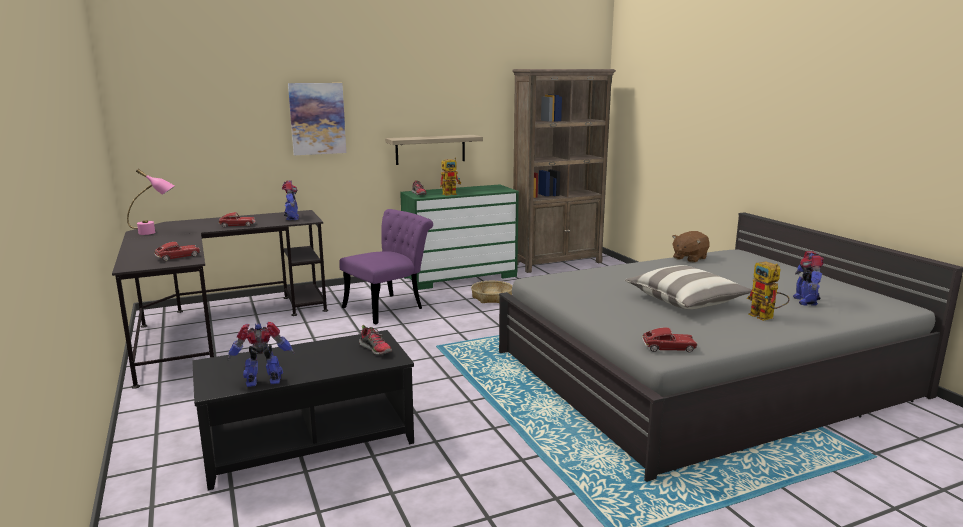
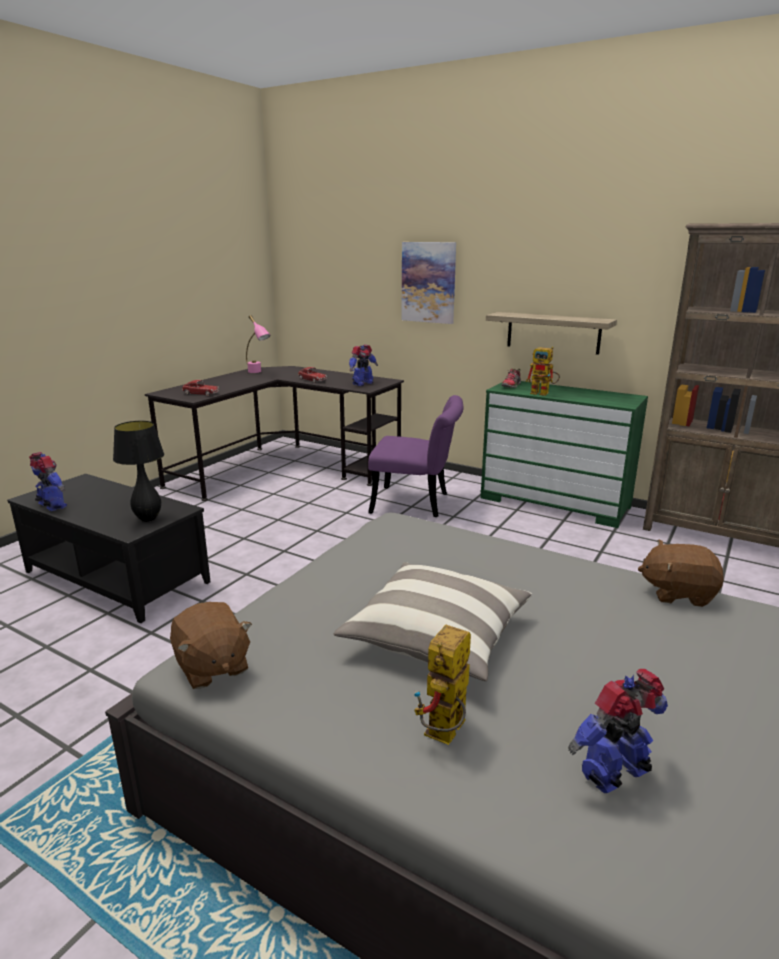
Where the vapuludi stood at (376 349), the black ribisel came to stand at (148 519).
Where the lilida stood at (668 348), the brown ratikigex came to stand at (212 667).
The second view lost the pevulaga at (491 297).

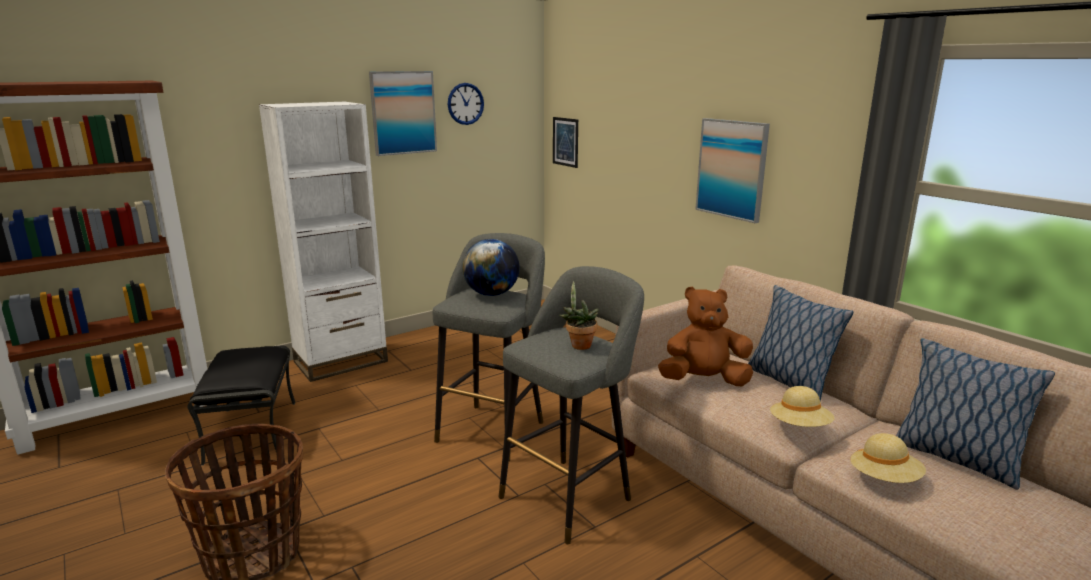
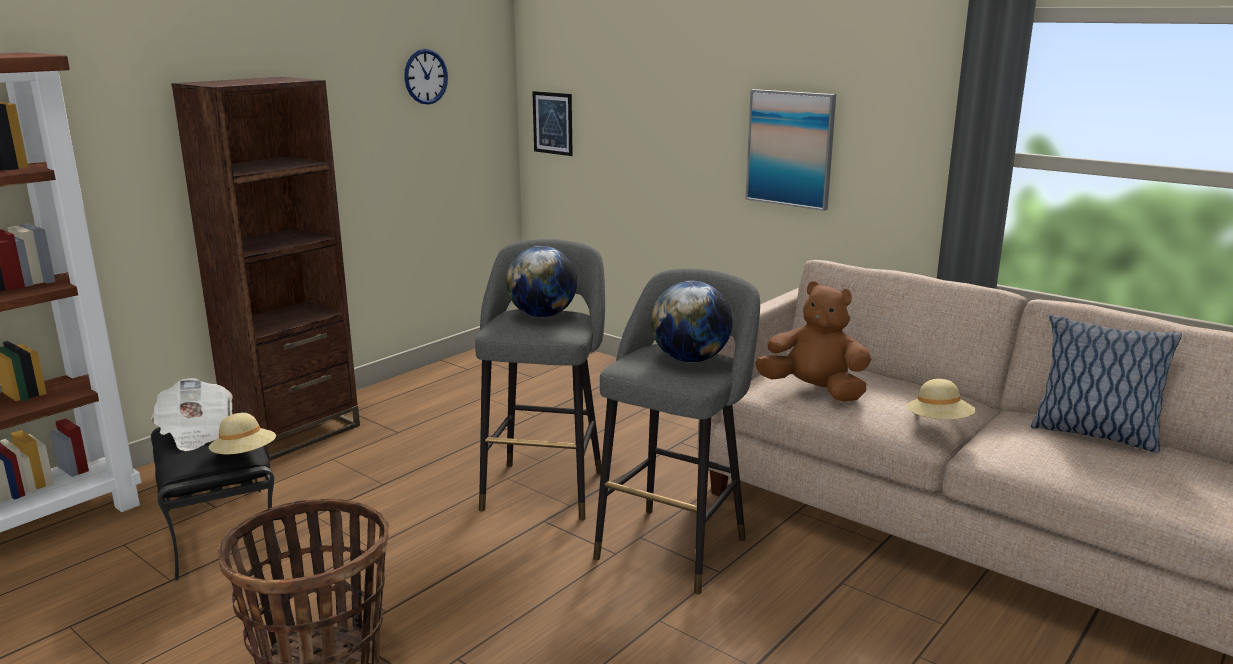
The second view gained the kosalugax at (196 433).
What was the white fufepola at (341 362) turned into the brown fufepola at (294 433).
The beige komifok ended up elsewhere, having gone from (884 478) to (245 455).
Where the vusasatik stood at (579 345), the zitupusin came to stand at (690 359).
The brown ratikigex at (703 381) ended up facing another way, 45 degrees clockwise from before.
The second view lost the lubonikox at (403 113).
The second view lost the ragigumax at (789 382).

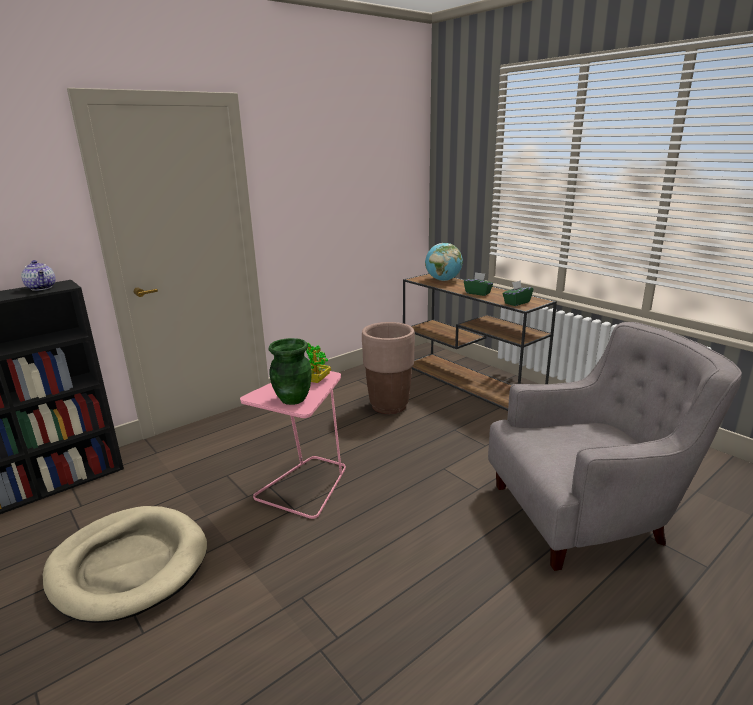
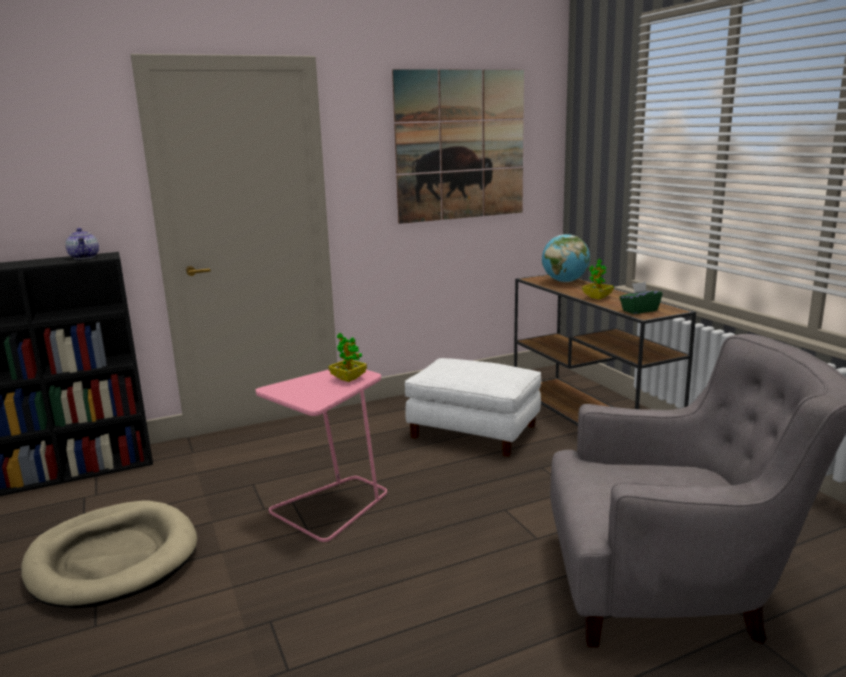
The second view gained the lubonikox at (460 146).
Where the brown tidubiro stood at (389 406), the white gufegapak came to stand at (473 432).
Where the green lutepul stood at (478 293), the vusasatik came to stand at (597 297).
The second view lost the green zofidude at (292 399).

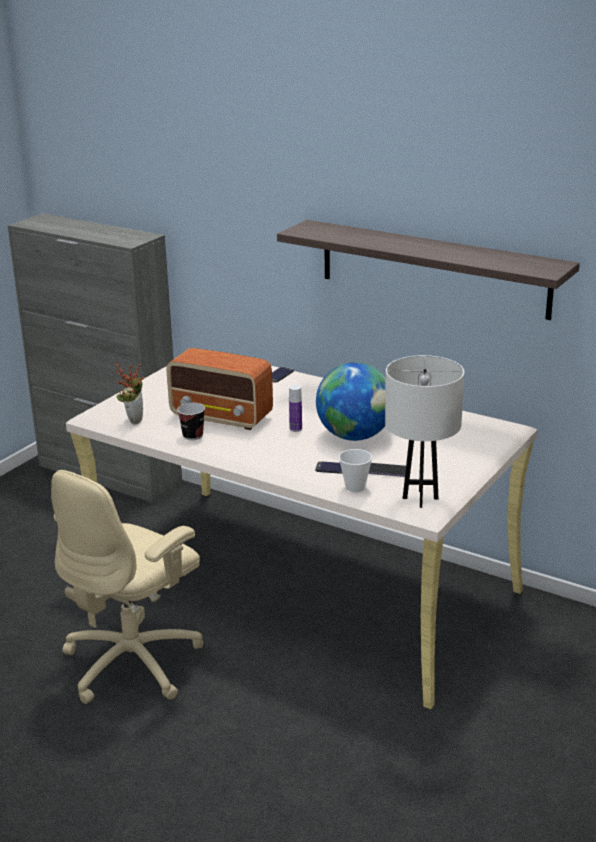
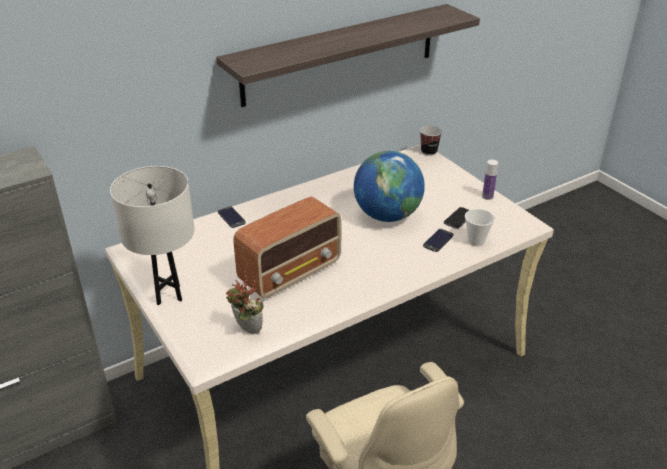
The white ribisel ended up elsewhere, having gone from (420 498) to (168 295).
The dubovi ended up elsewhere, having gone from (193 436) to (429 152).
The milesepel ended up elsewhere, having gone from (295 429) to (487 197).

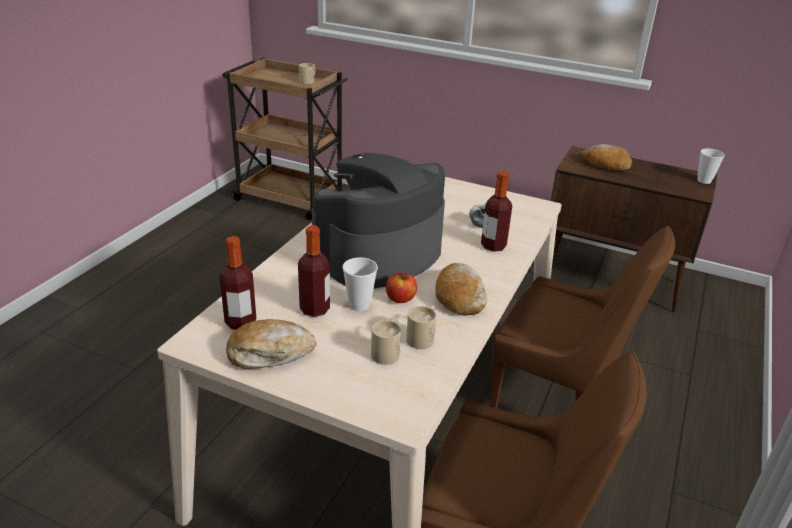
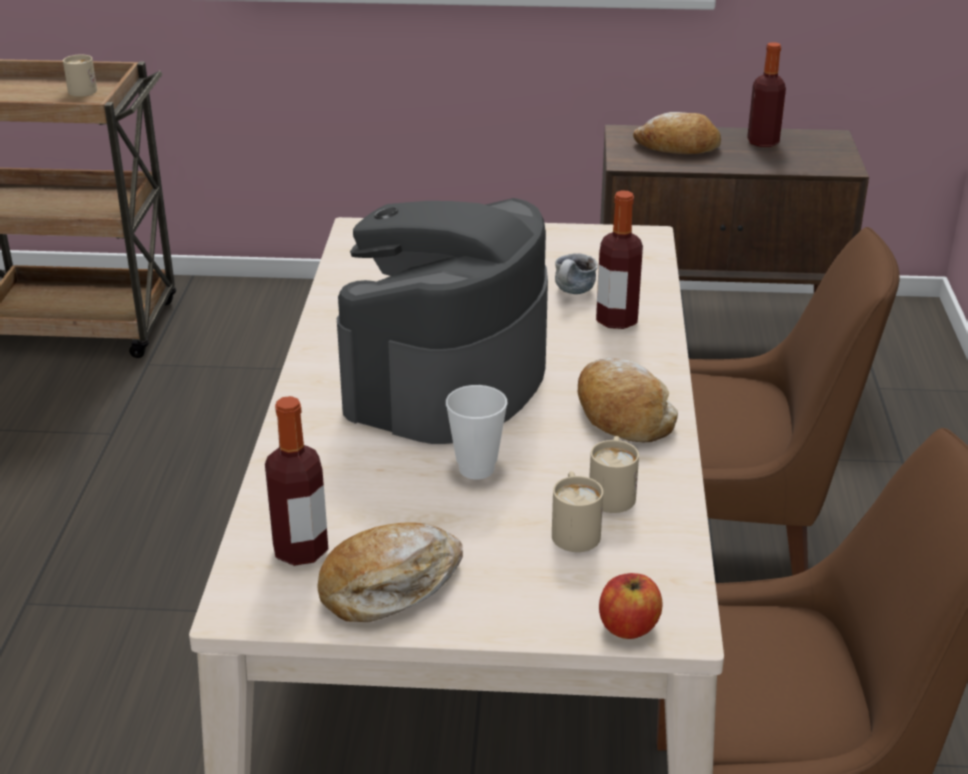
The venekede ended up elsewhere, having gone from (400 298) to (628 626).
The milesepel ended up elsewhere, having gone from (314 309) to (763 142).
The second view lost the dubovi at (704 181).

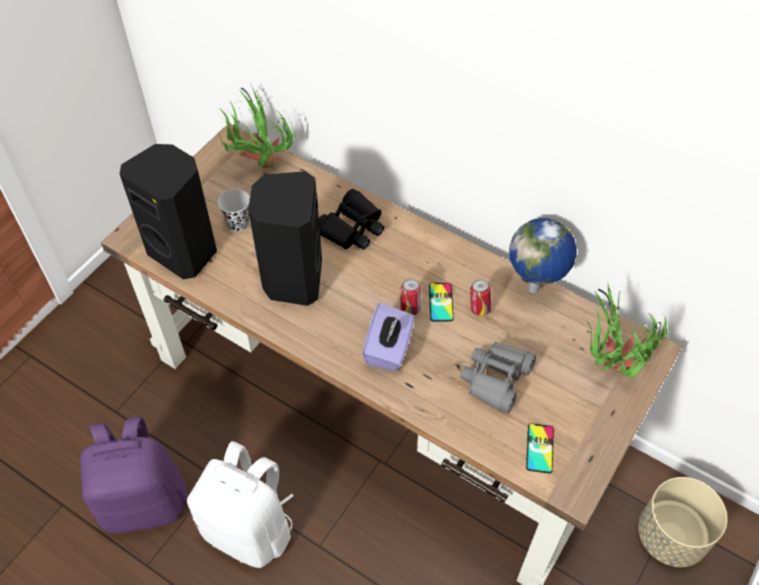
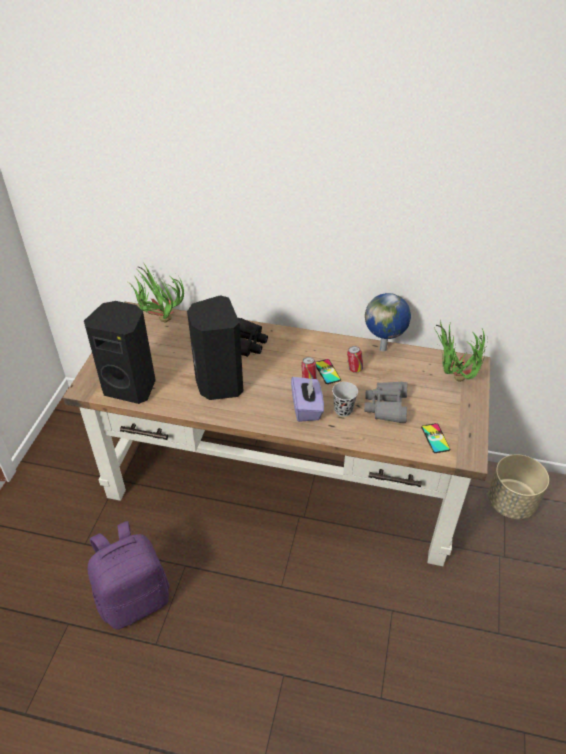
The black dubovi ended up elsewhere, having gone from (238 223) to (343 410).
The second view lost the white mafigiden at (250 529).

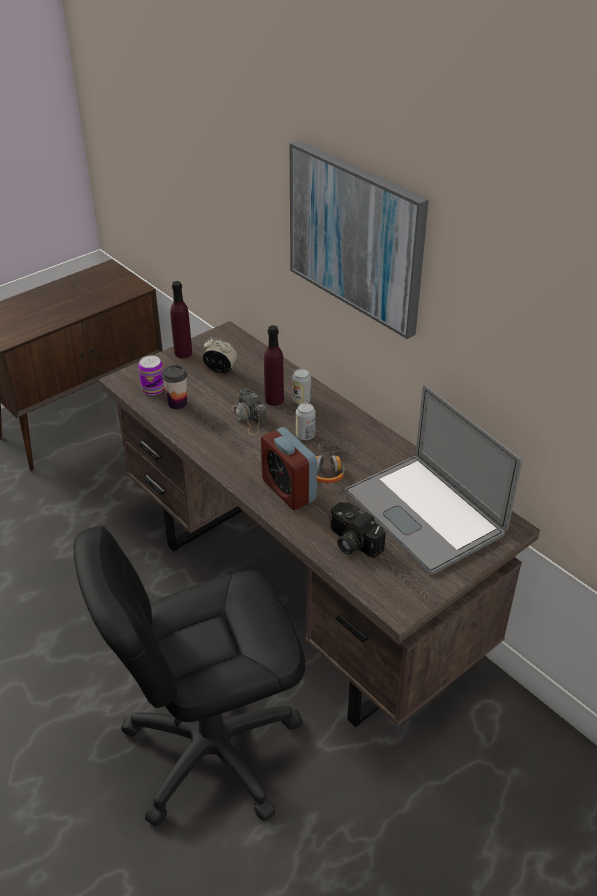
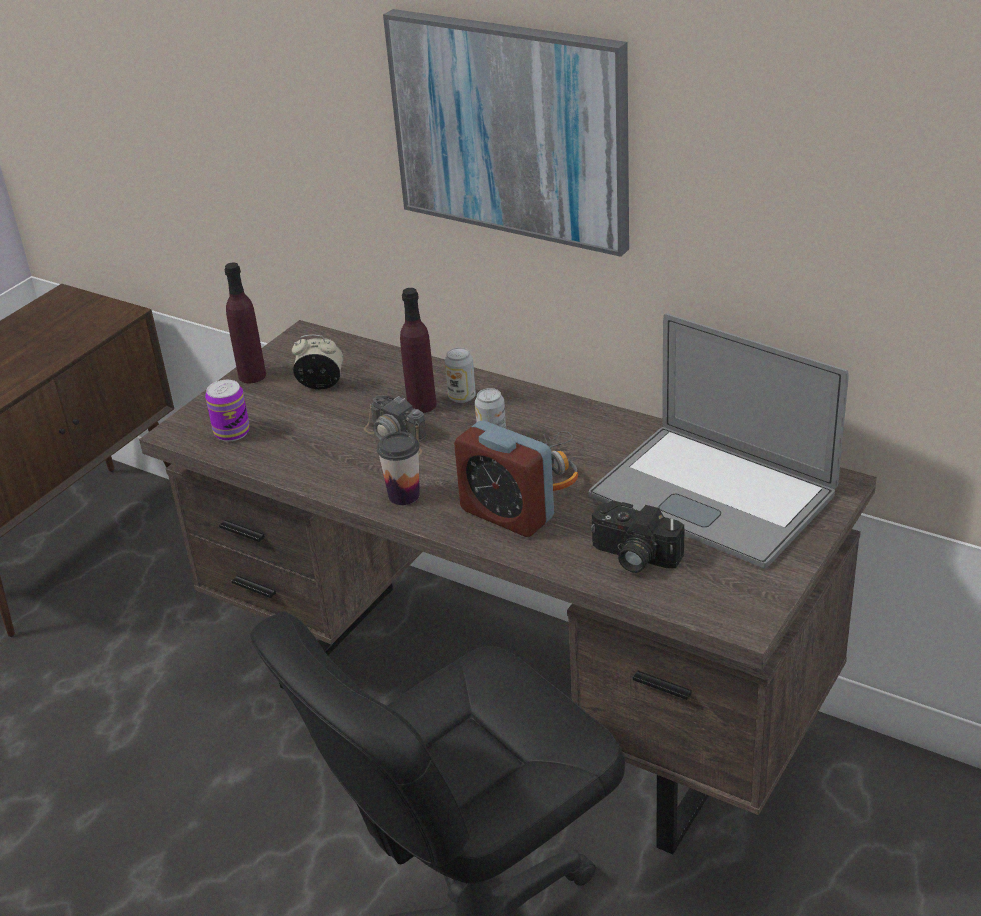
The dubovi ended up elsewhere, having gone from (177 403) to (404 495).

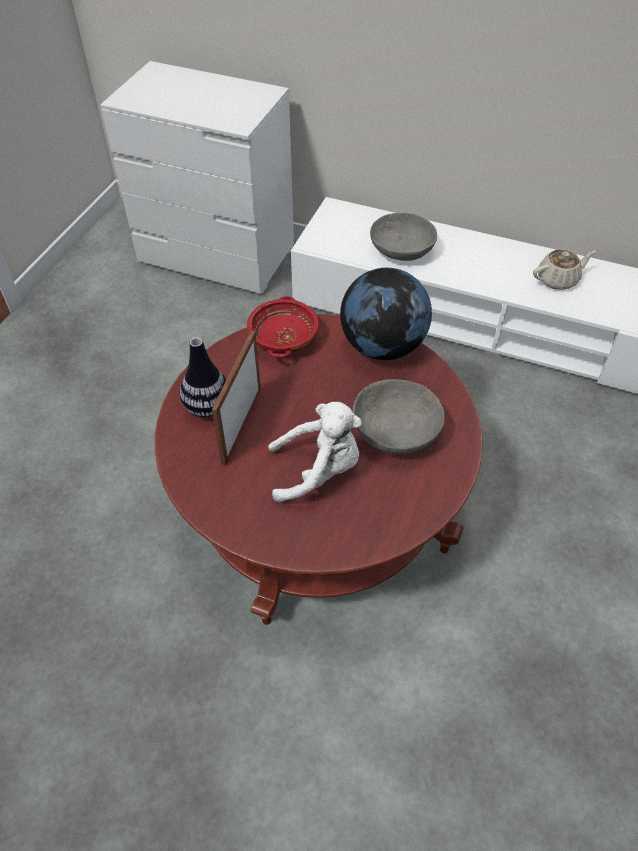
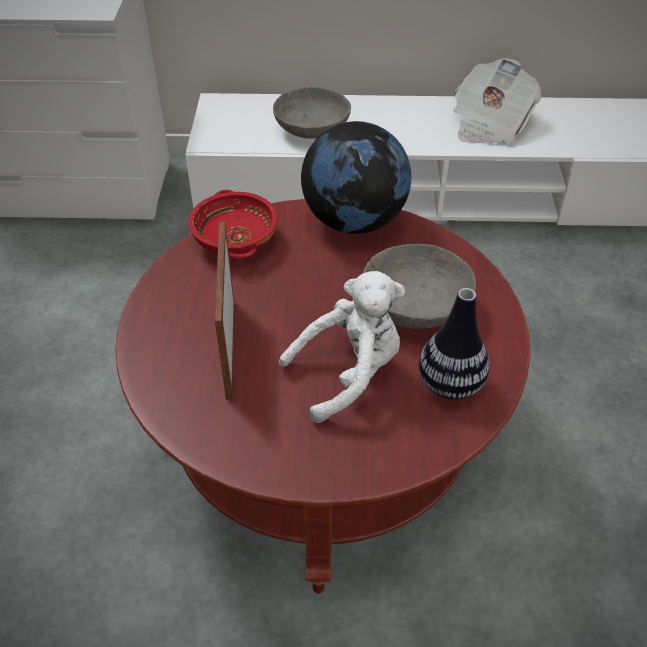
The zofidude ended up elsewhere, having gone from (207 407) to (450 384).
Where the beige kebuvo stood at (558 280), the kosalugax came to stand at (489 124).

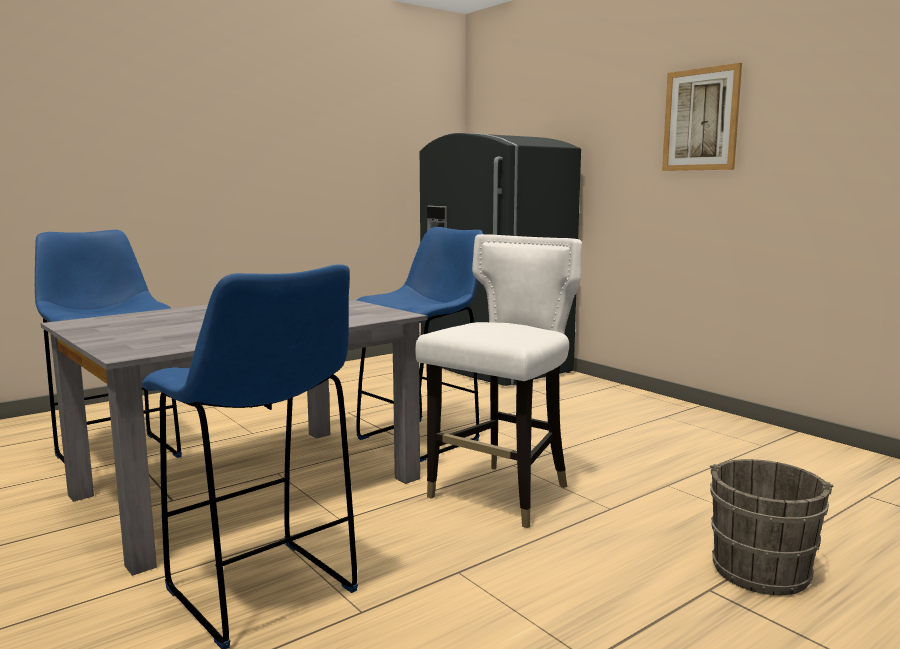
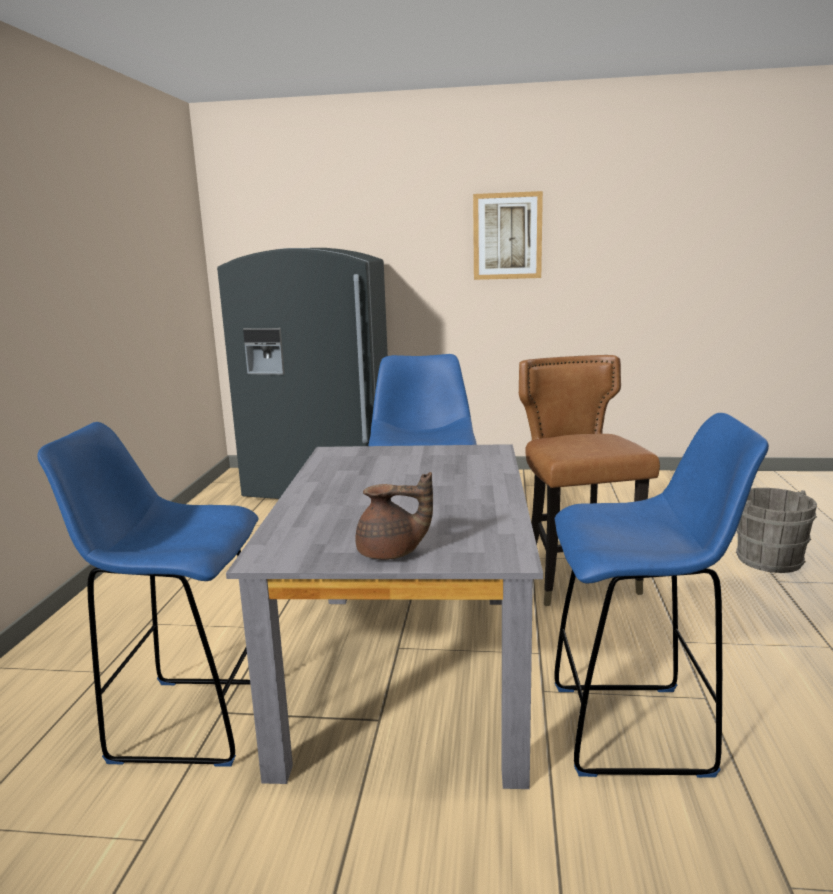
The second view gained the brown kebuvo at (391 553).
What was the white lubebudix at (501 495) turned into the brown lubebudix at (578 581).

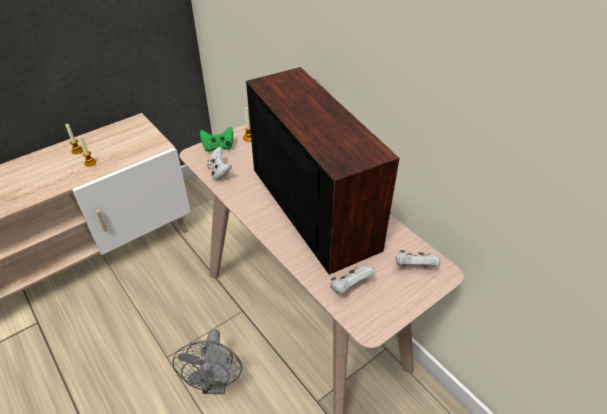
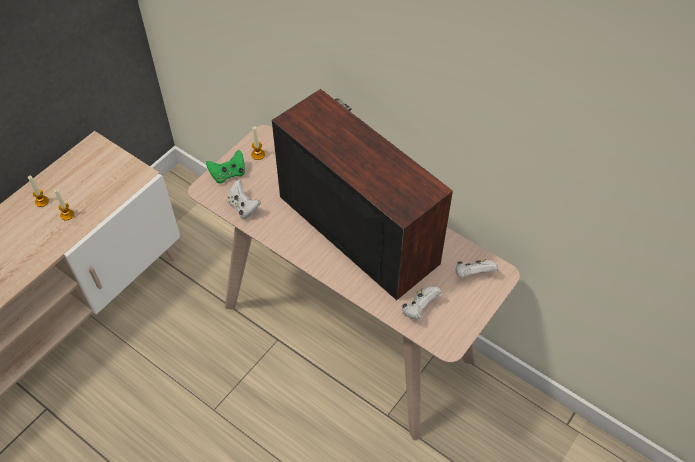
The second view lost the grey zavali at (216 383).

